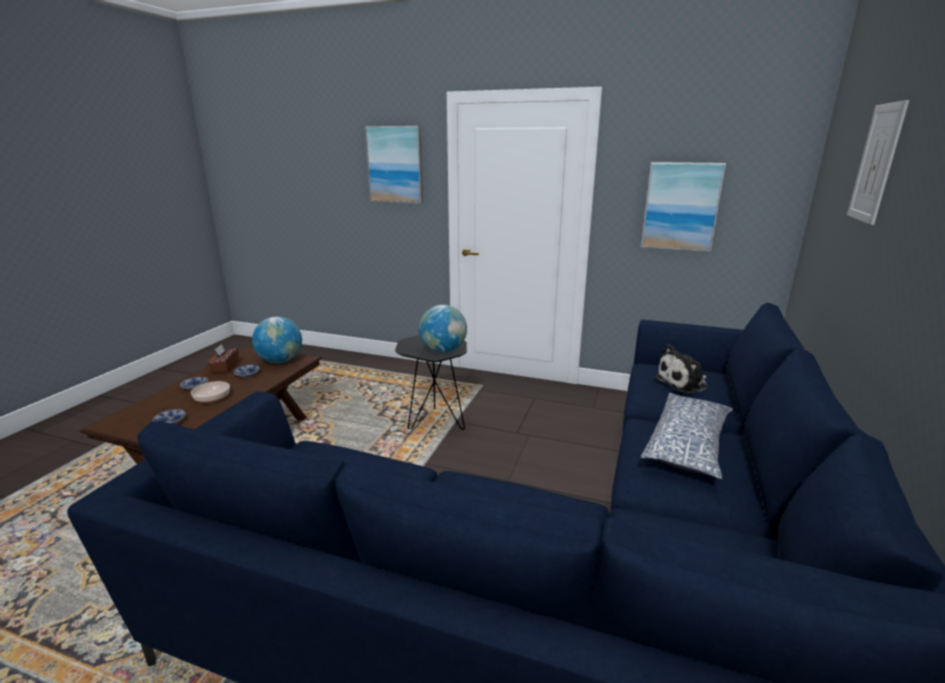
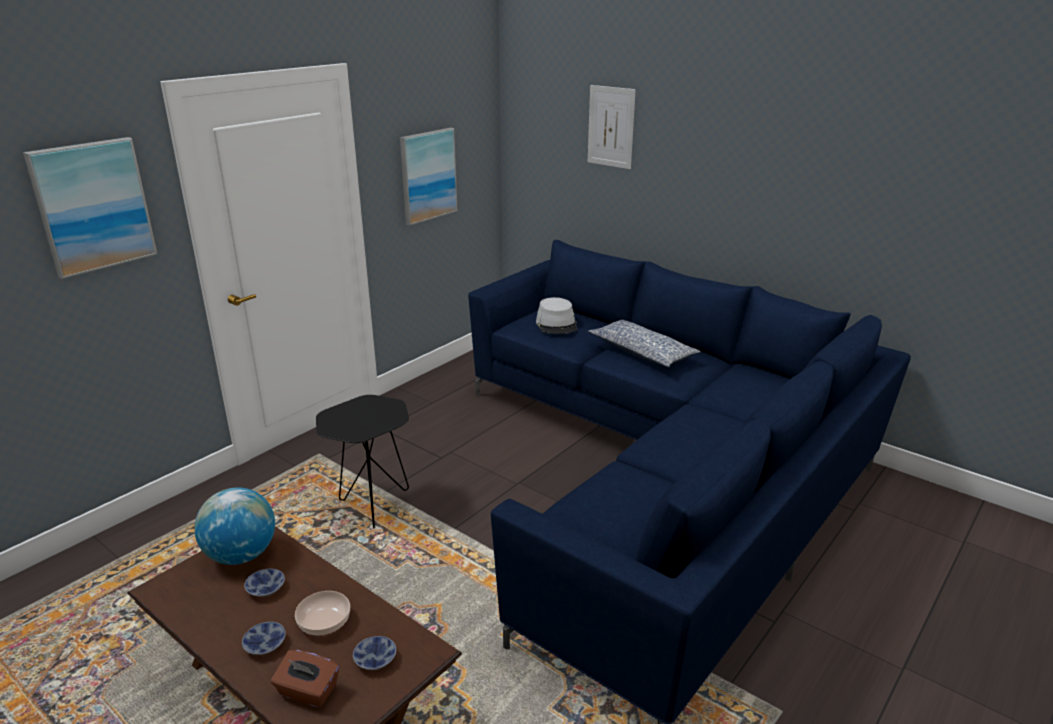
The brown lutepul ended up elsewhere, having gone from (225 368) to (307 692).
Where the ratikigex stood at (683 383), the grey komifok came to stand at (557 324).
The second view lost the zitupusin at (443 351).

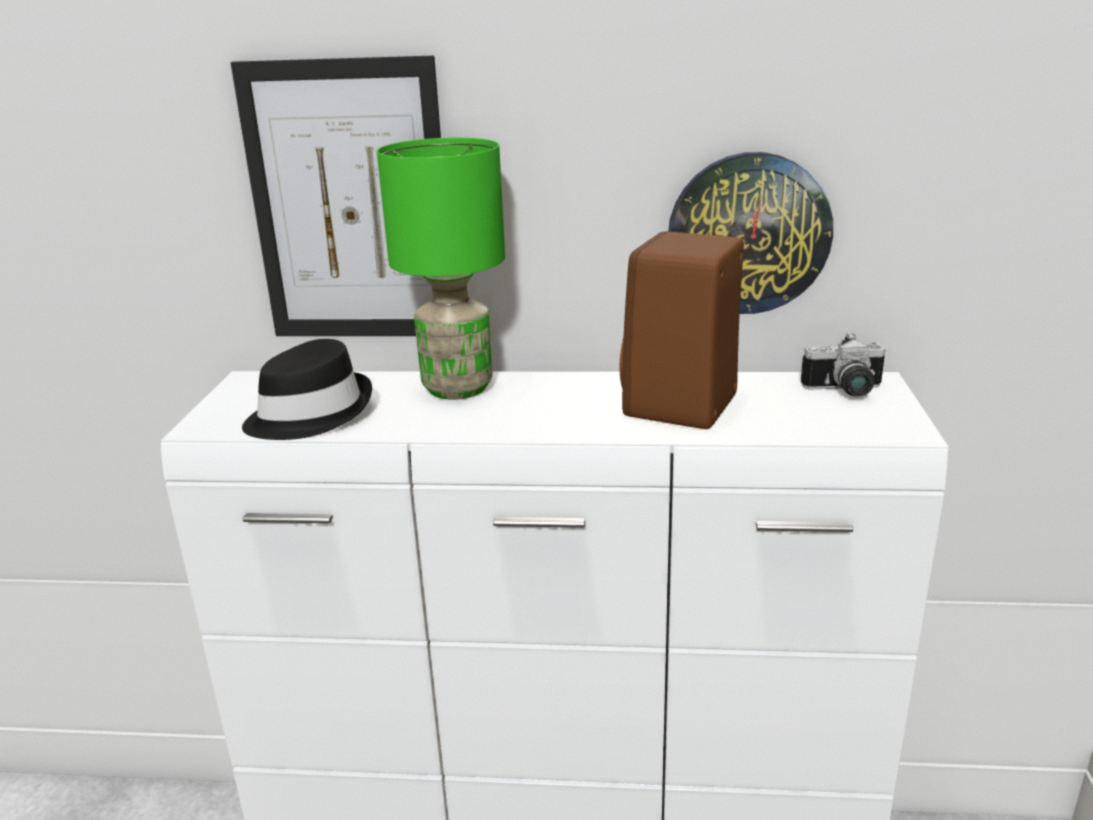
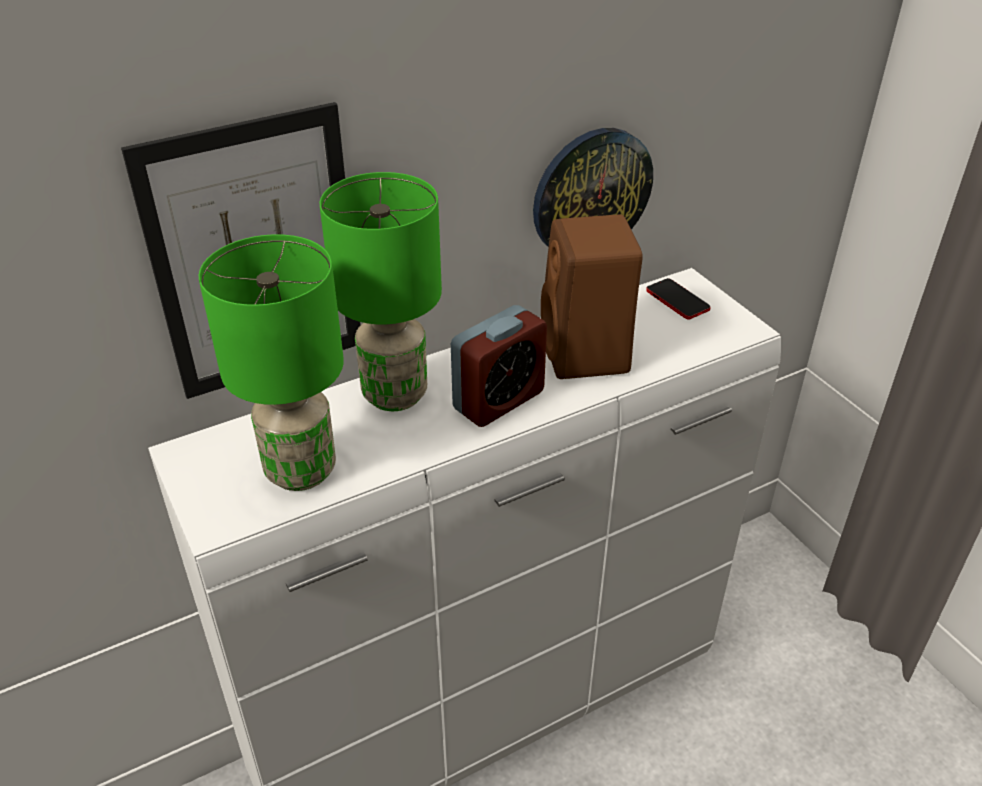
Where the black komifok stood at (309 413), the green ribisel came to stand at (299 471).
The second view gained the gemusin at (498 400).
Where the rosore stood at (845 391), the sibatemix came to stand at (677 300).

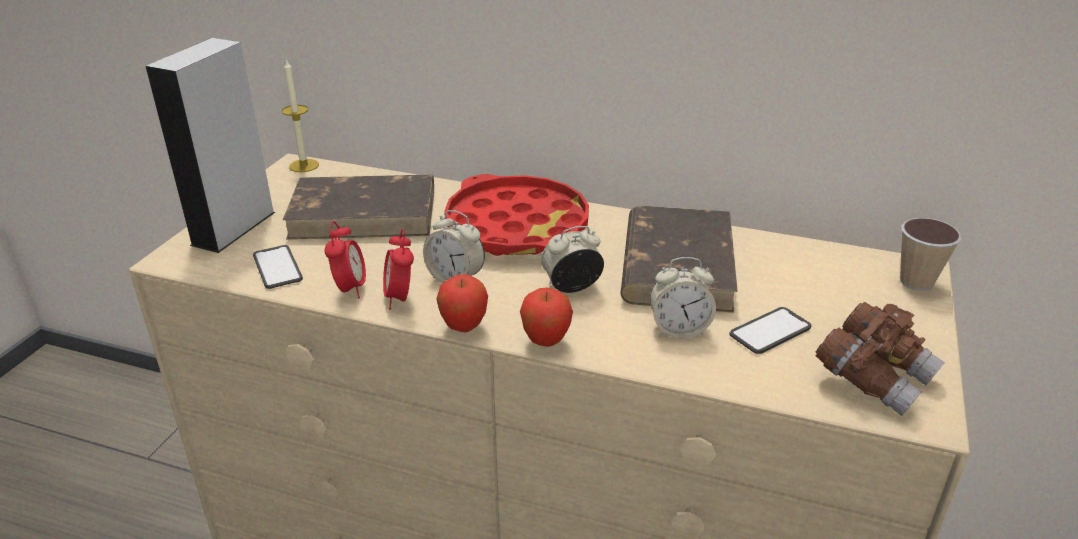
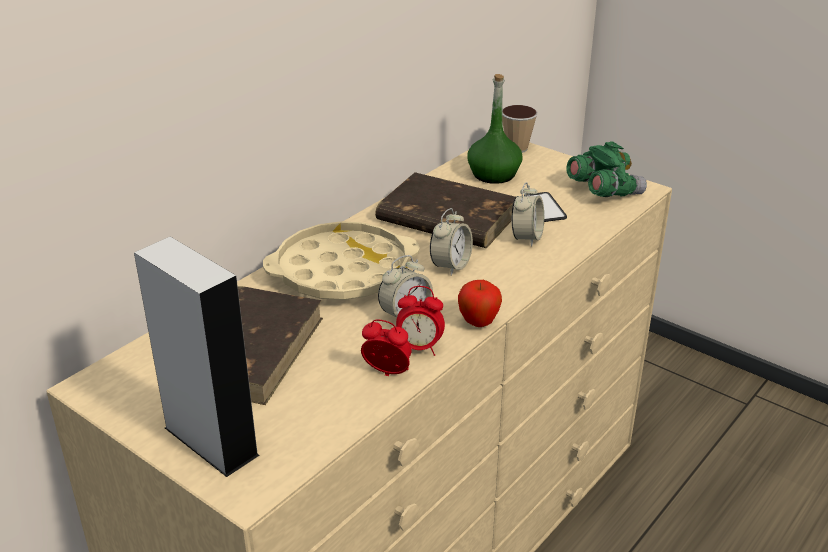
What was the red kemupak at (517 227) turned into the beige kemupak at (342 271).
The gemusin at (572 287) ended up facing another way, 150 degrees counterclockwise from before.
The second view gained the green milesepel at (494 174).
What was the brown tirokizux at (873 377) turned into the green tirokizux at (603 191).
The second view lost the sibatemix at (277 268).
The second view lost the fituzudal at (304 165).
The second view lost the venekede at (546 341).

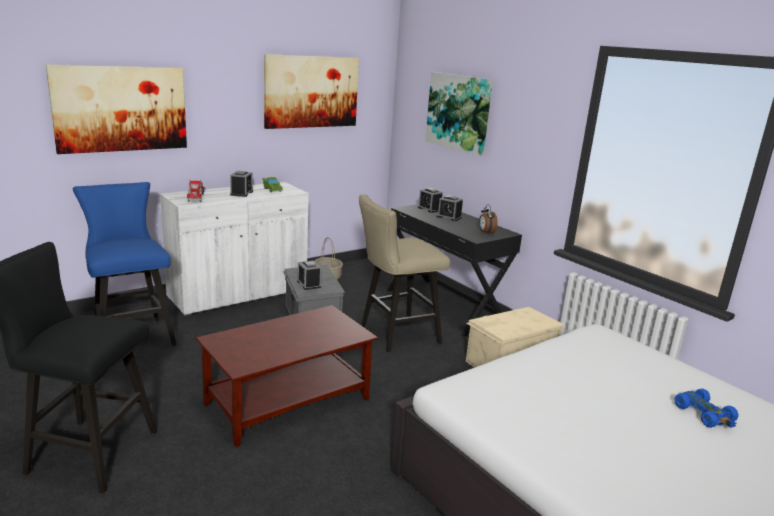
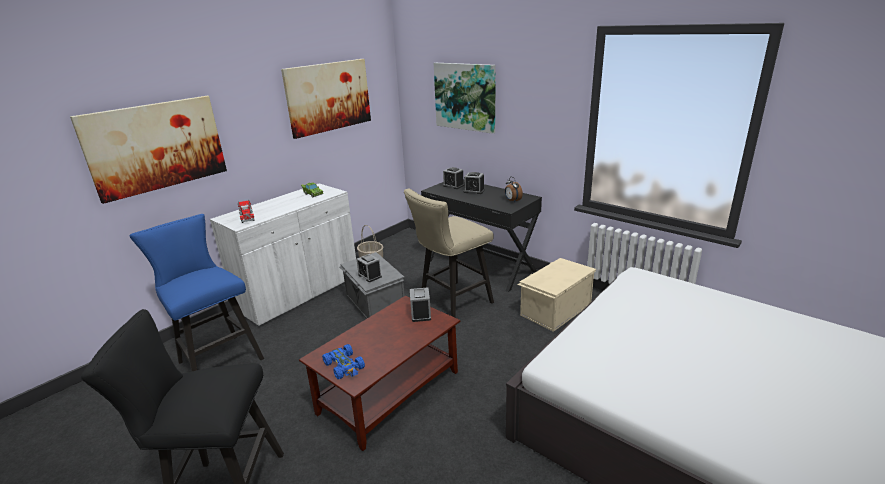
The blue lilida ended up elsewhere, having gone from (705 414) to (344 366).
The gemusin ended up elsewhere, having gone from (241 193) to (421 313).

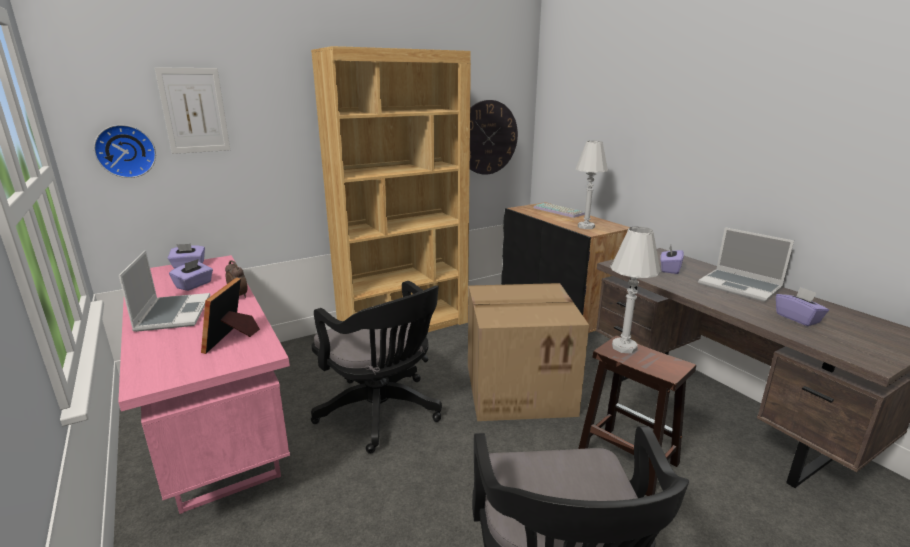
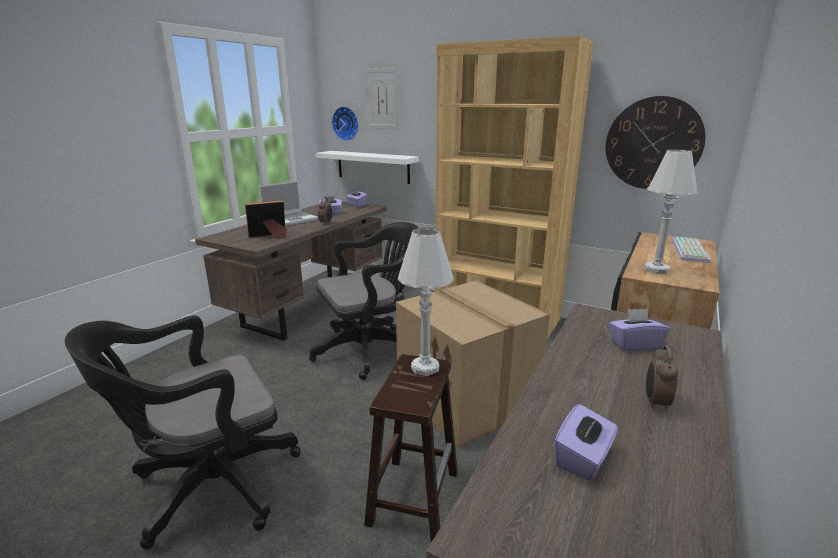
What was the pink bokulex at (215 428) turned into the brown bokulex at (310 306).
The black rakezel at (382 413) ended up facing another way, 135 degrees counterclockwise from before.
The second view gained the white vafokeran at (373 166).
Where the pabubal stood at (740 286), the gemusin came to stand at (655 403).

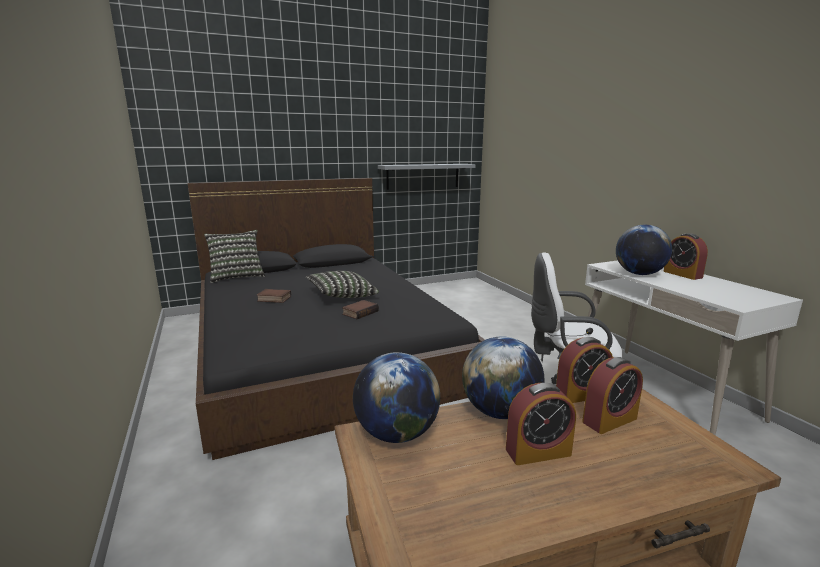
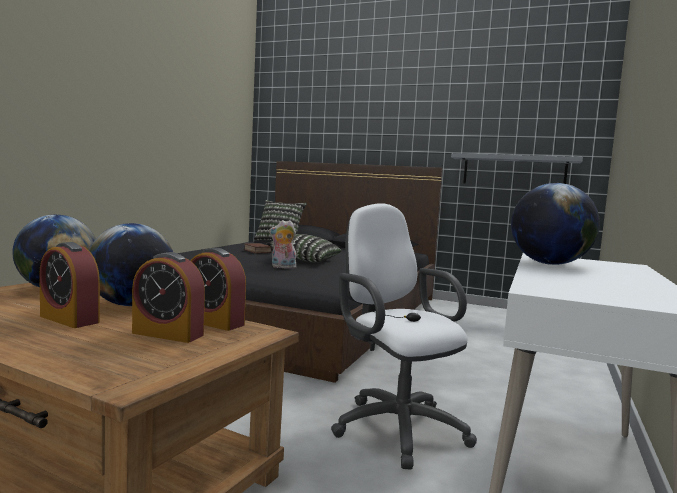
Where the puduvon stood at (360 312), the ratikigex came to stand at (282 267).
The second view lost the gemusin at (682 274).

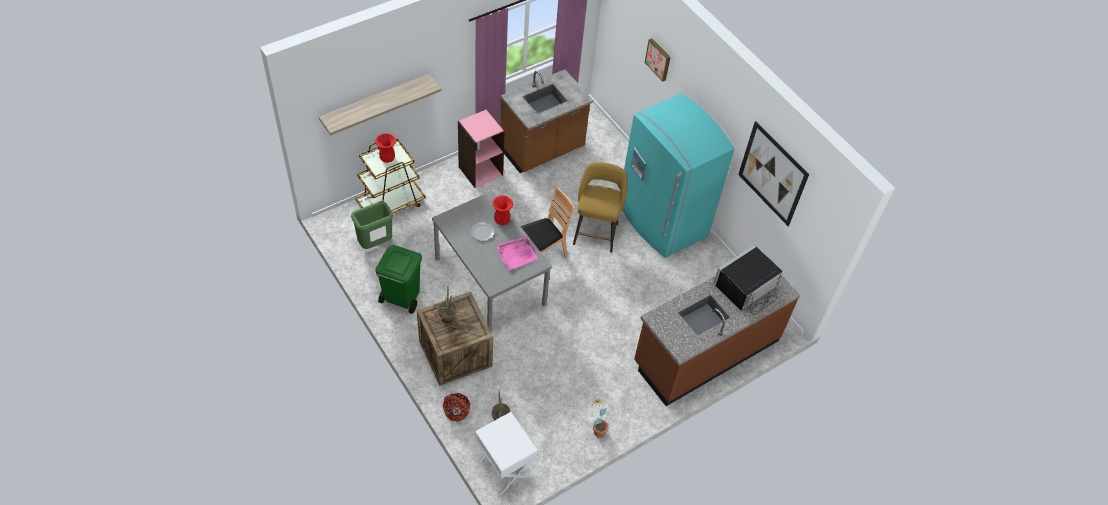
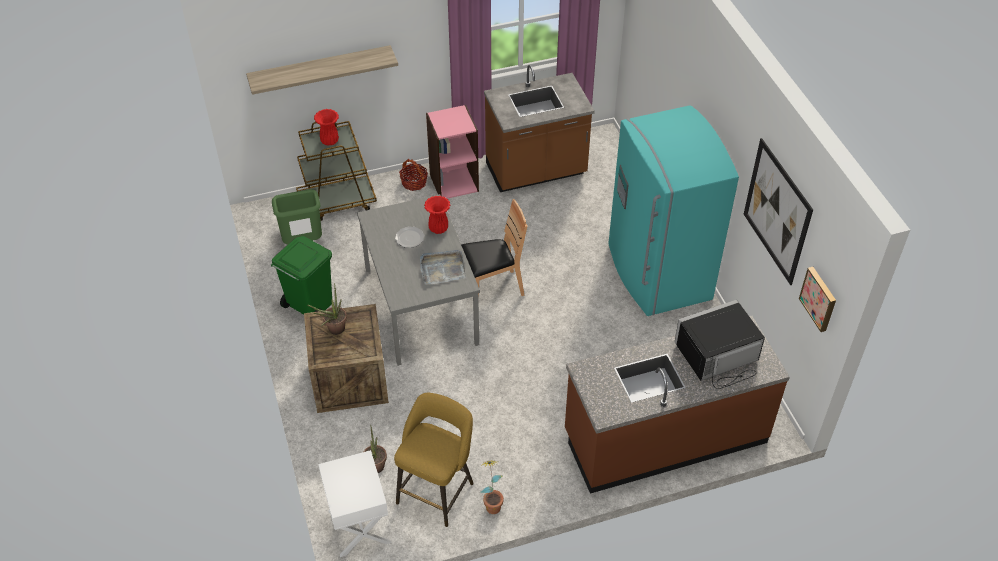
The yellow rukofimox ended up elsewhere, having gone from (596 231) to (437 490).
The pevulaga ended up elsewhere, having gone from (456 411) to (414 182).
What was the pink kemupak at (516 254) turned into the grey kemupak at (442 269).
The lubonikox ended up elsewhere, having gone from (658 59) to (819 298).

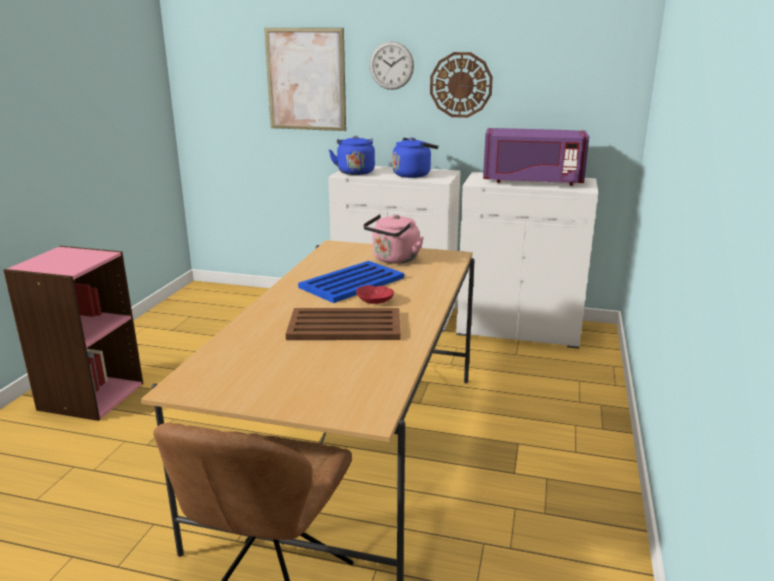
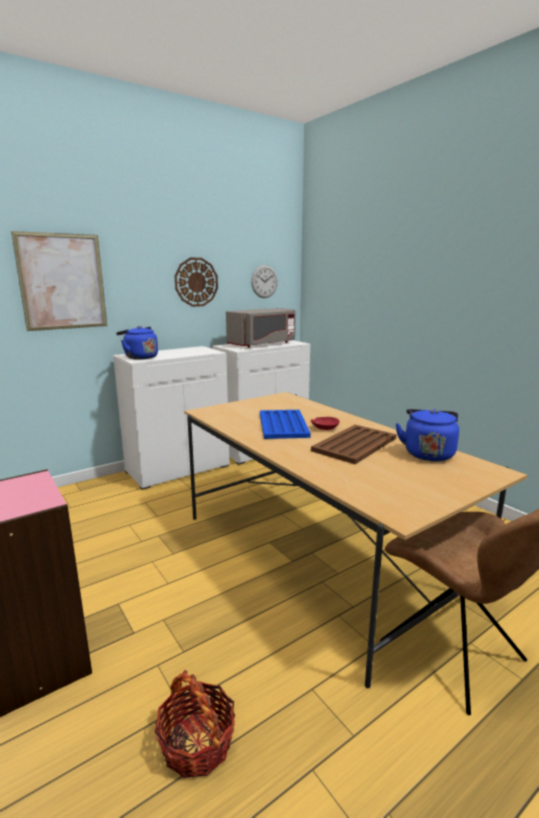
The second view gained the pevulaga at (197 743).
What was the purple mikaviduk at (532 181) turned into the grey mikaviduk at (263 344).
The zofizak ended up elsewhere, having gone from (391 65) to (264 281).
The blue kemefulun ended up elsewhere, having gone from (413 175) to (427 453).
The second view lost the pink kemefulun at (394 259).

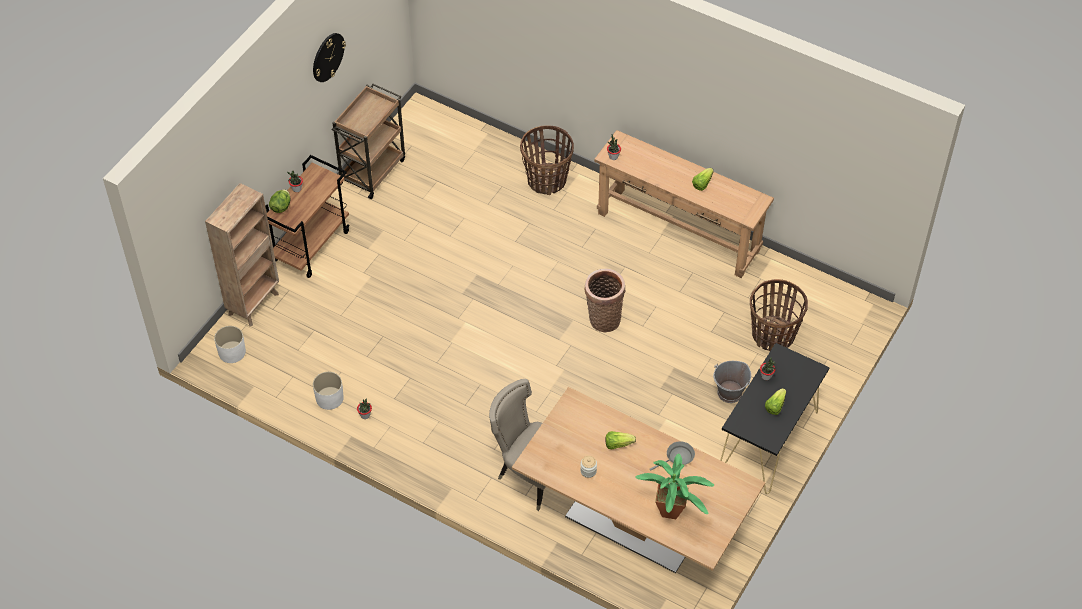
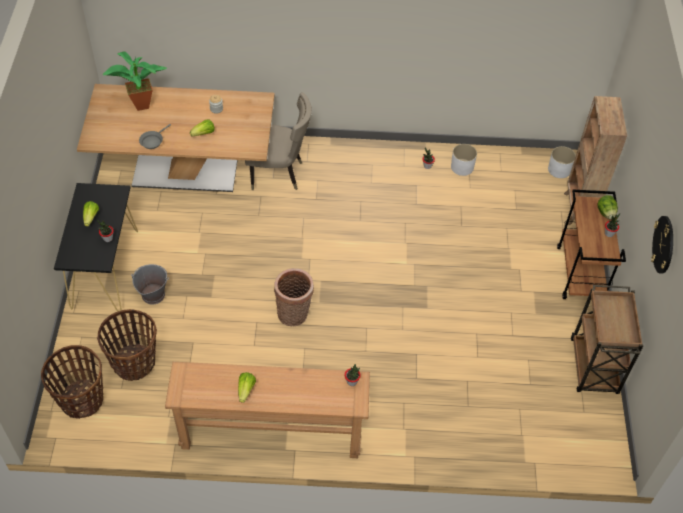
The pevulaga ended up elsewhere, having gone from (547 180) to (81 399).

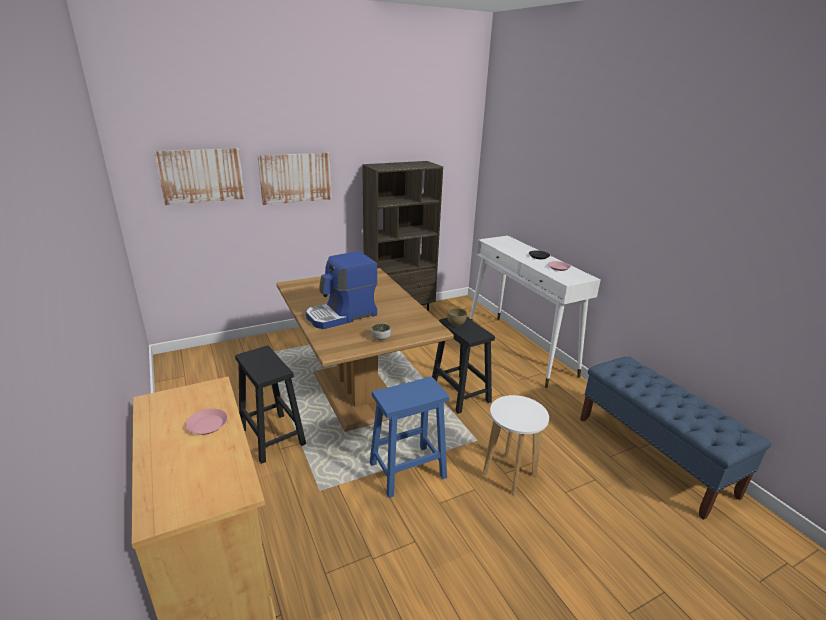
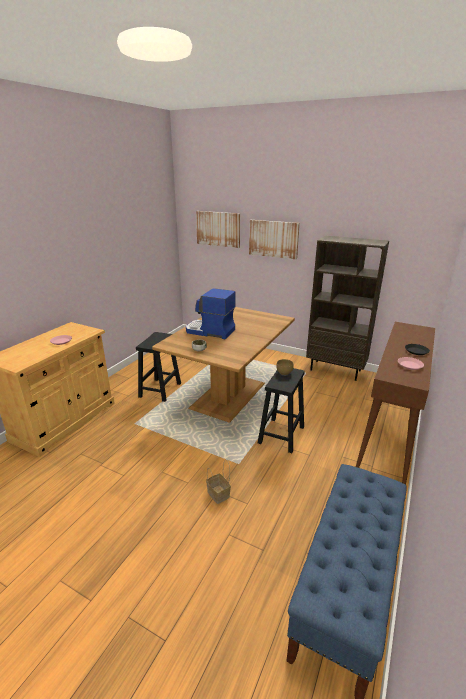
Where the white rukofimox stood at (509 474), the pevulaga came to stand at (219 494).
What was the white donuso at (520 349) turned into the brown donuso at (388 440).
The second view lost the blue rukofimox at (406 471).

